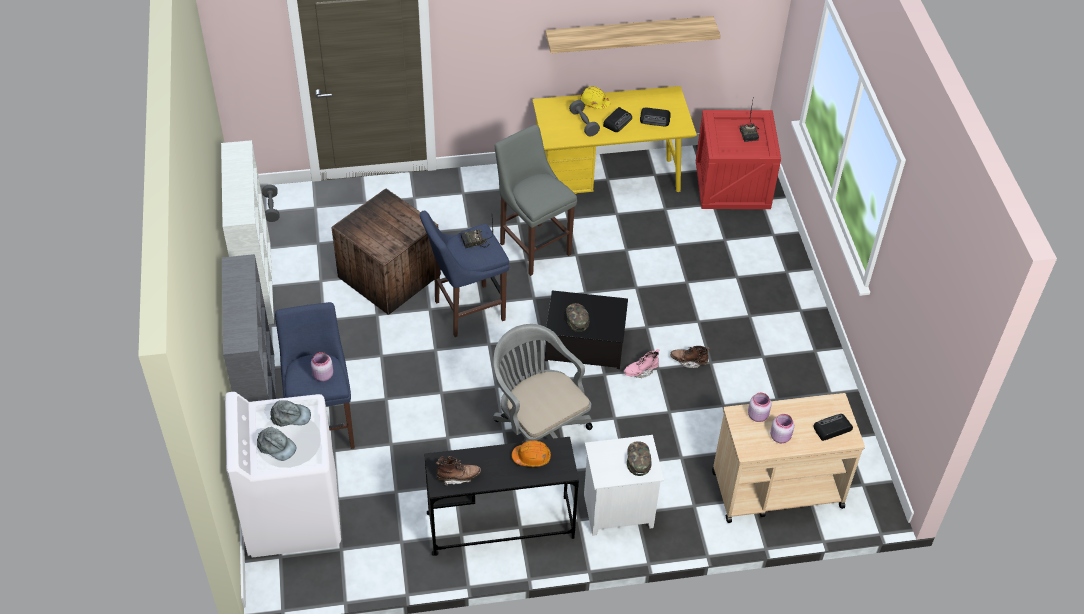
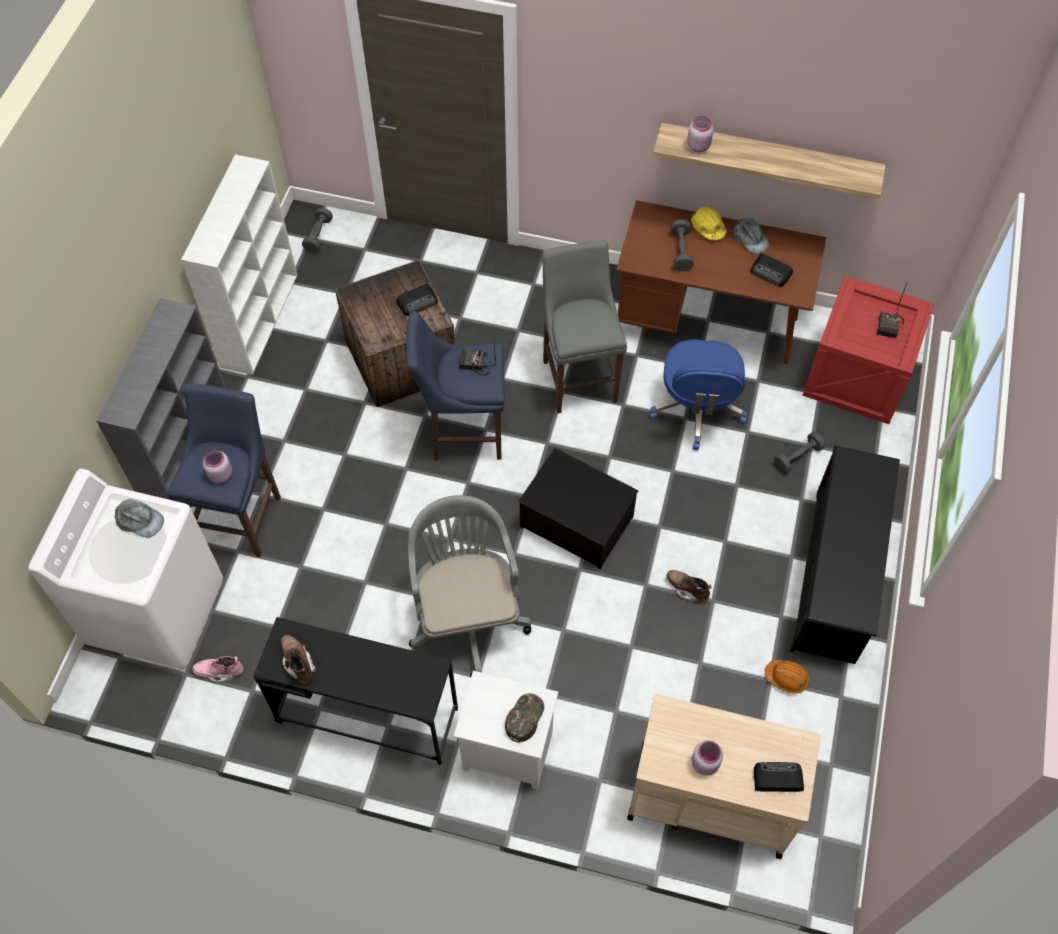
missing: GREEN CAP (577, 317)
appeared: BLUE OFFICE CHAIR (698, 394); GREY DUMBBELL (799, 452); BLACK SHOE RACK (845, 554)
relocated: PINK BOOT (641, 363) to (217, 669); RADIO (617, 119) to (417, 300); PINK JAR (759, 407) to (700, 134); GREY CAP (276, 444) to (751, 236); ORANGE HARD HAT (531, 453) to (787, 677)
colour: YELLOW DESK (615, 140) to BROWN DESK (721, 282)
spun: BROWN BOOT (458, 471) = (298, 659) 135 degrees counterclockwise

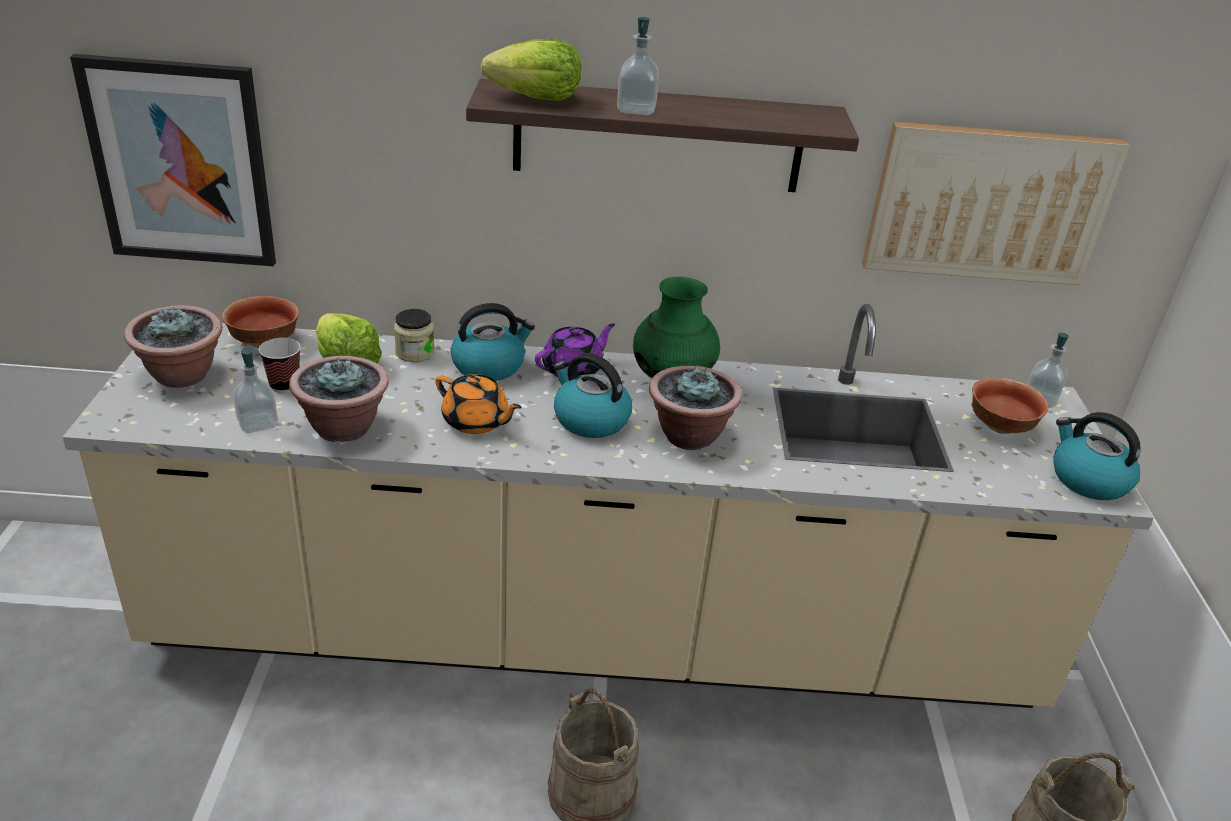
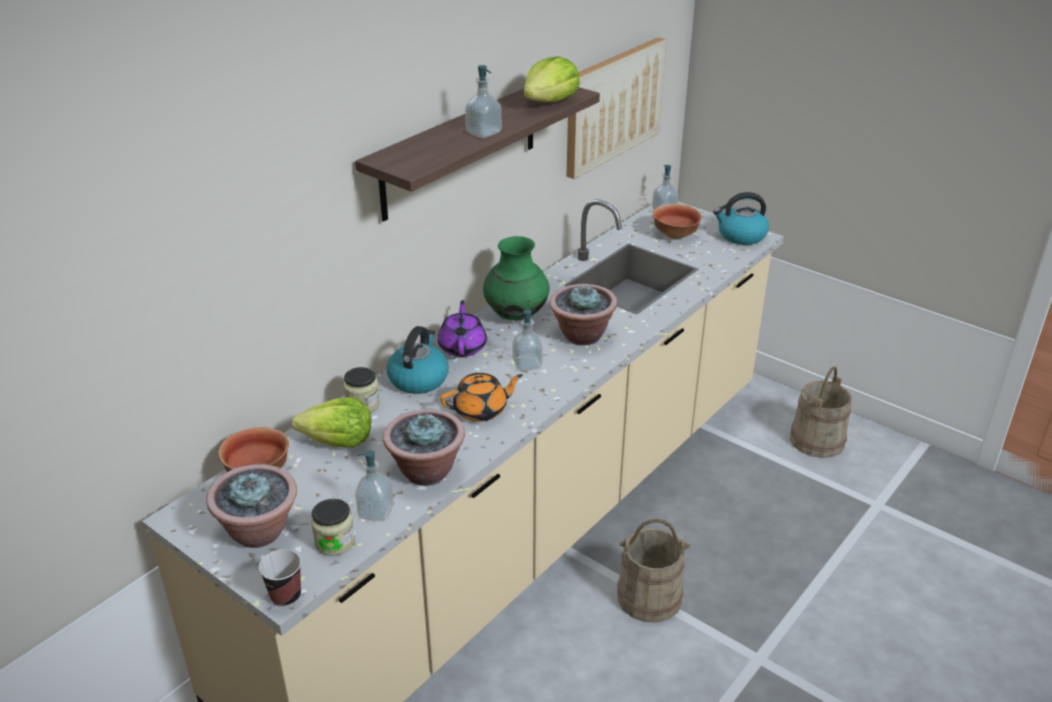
missing: PICTURE (173, 160)
appeared: JAR (333, 527)
relocated: CUP (280, 365) to (280, 578); LETTUCE (531, 70) to (552, 79)
exchanged: KETTLE (592, 395) to SOAP DISPENSER (527, 340)

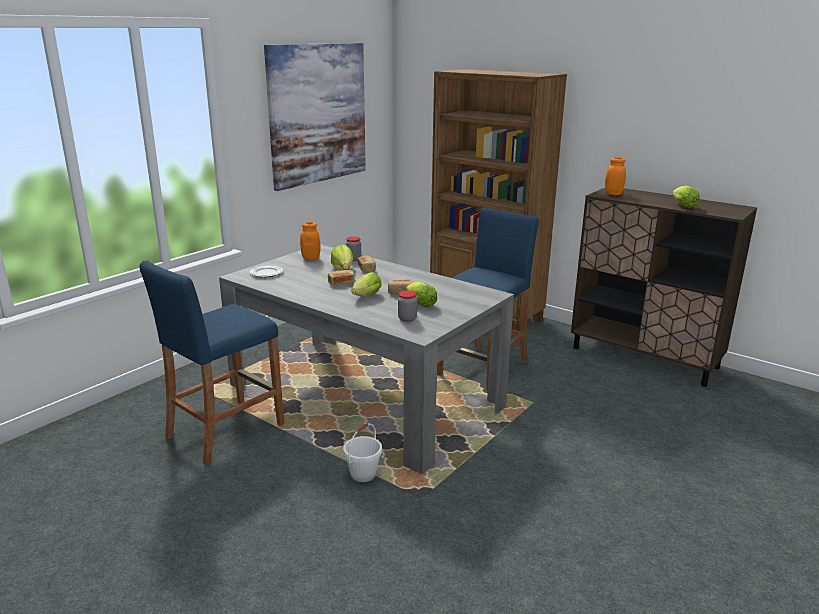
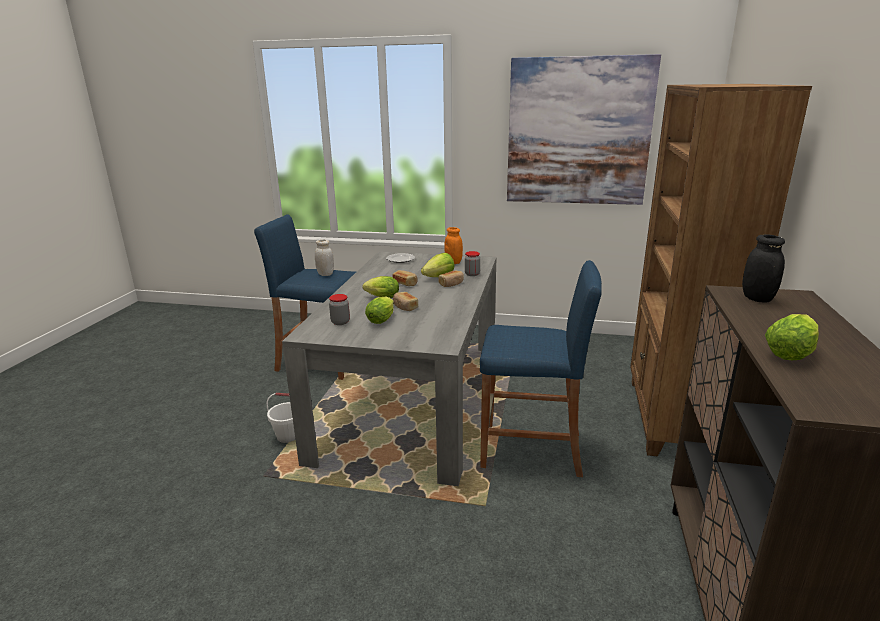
appeared: WHITE JAR (324, 257)
colour: ORANGE JAR (615, 176) to BLACK JAR (763, 268)

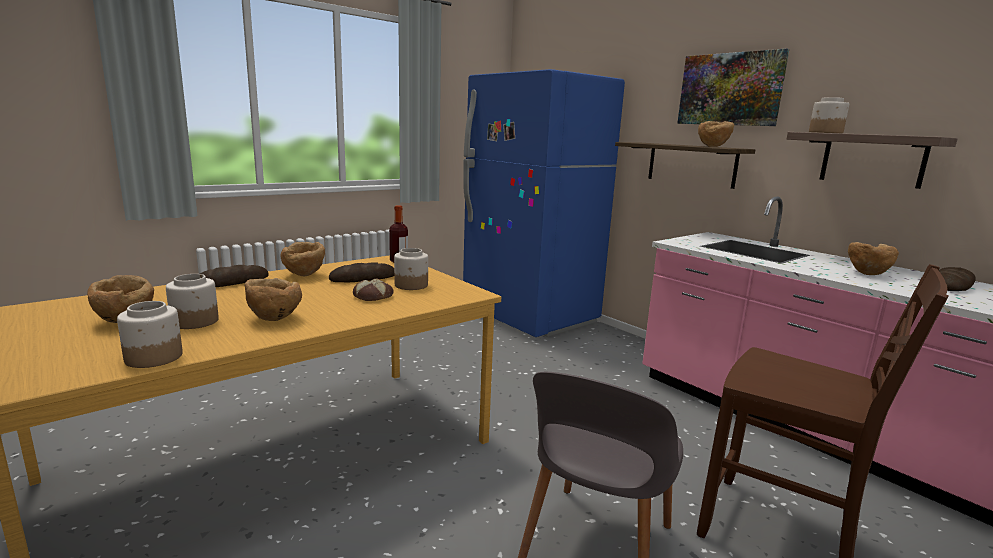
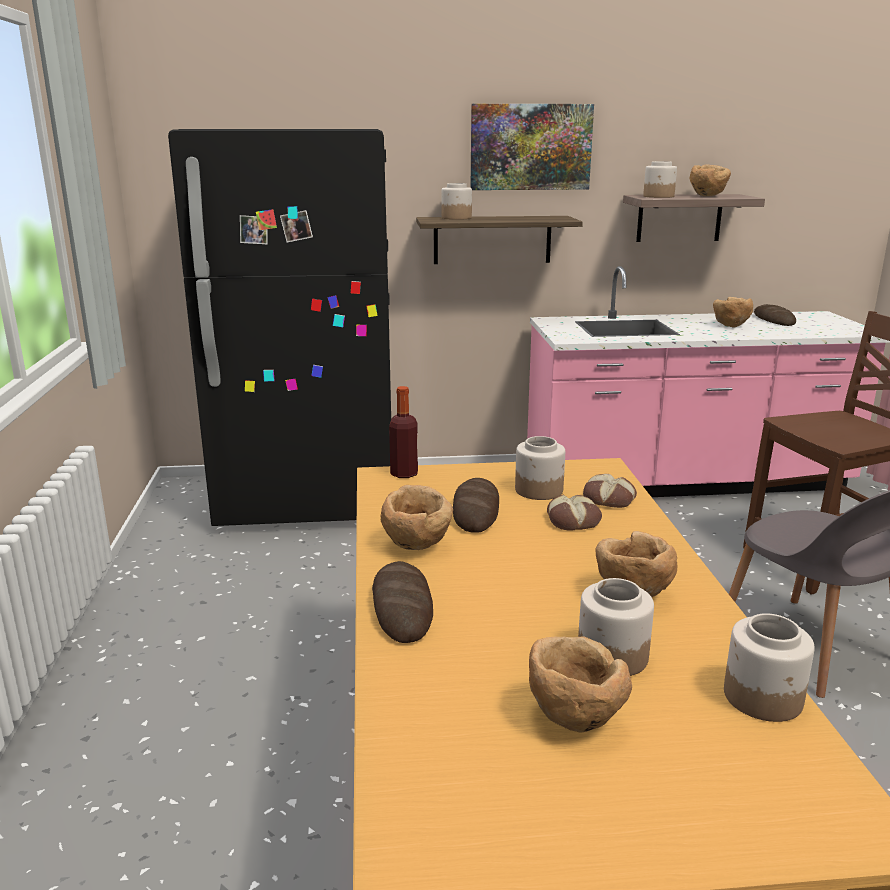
appeared: JAR (457, 201); BREAD (610, 491)
relocated: BROWN BOWL (716, 134) to (710, 180)
colour: BLUE FRIDGE (544, 203) to BLACK FRIDGE (279, 327)

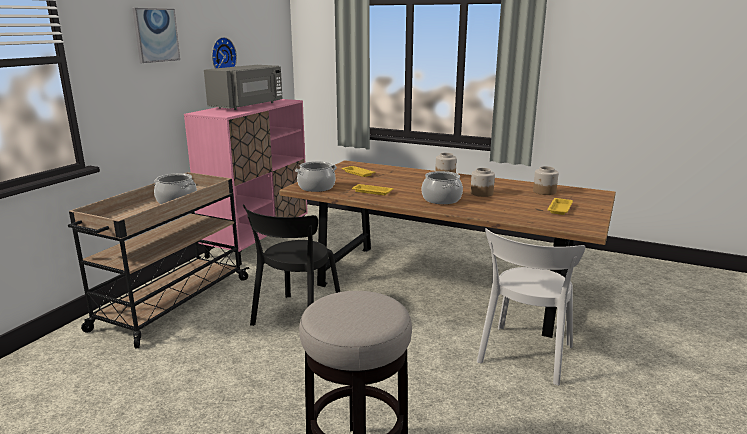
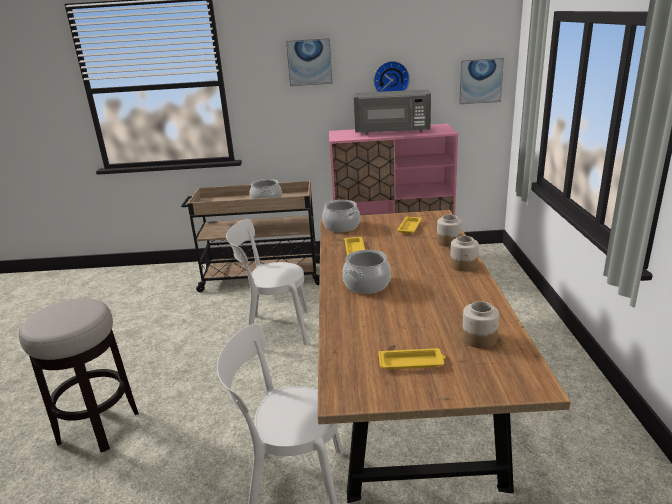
appeared: PICTURE (481, 81)
relocated: JAR (483, 182) to (449, 231)
colour: BLACK CHAIR (291, 265) to WHITE CHAIR (267, 282)

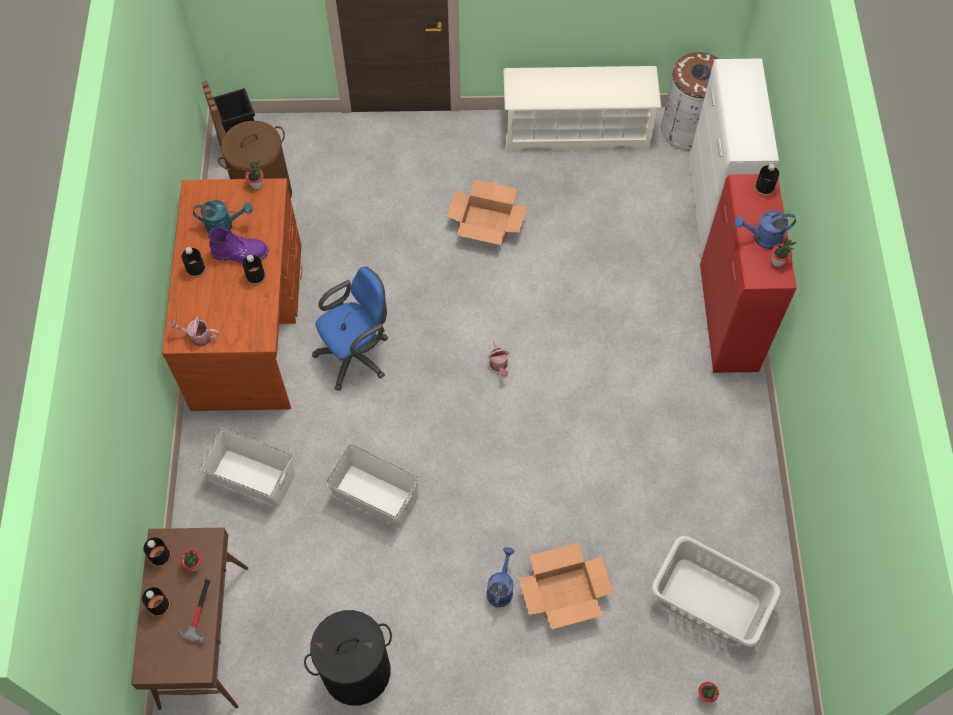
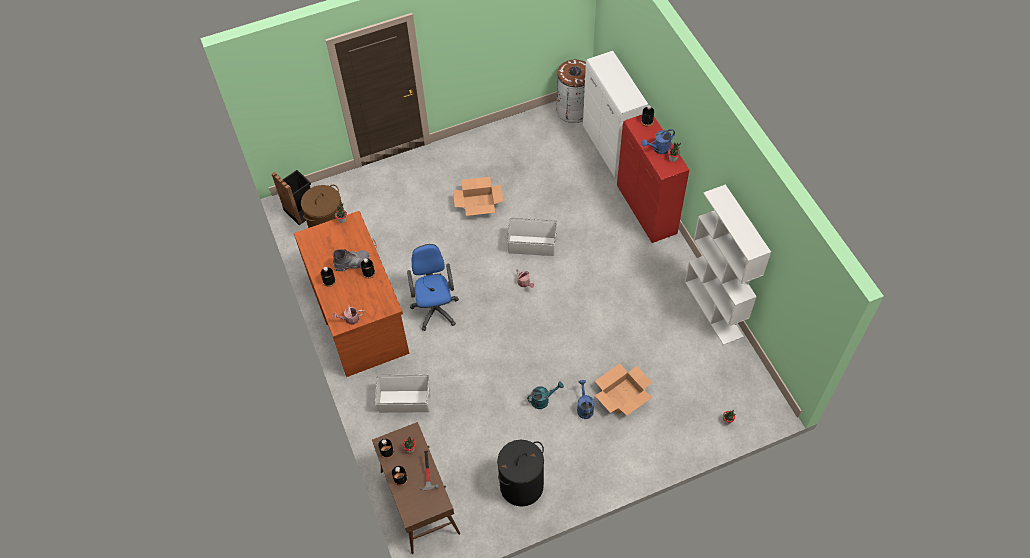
missing: WHITE SHOE RACK (582, 109); GREY LAUNDRY BASKET (716, 591)
appeared: WHITE BOOKCASE (728, 264)
relocated: WHITE STORAGE BOX (372, 485) to (532, 237); TURQUOISE WATERING CAN (222, 216) to (545, 395)
colour: PURPLE BOOT (238, 245) to GREY BOOT (351, 260)
spun: BLUE OFFICE CHAIR (350, 329) = (433, 287) 45 degrees counterclockwise

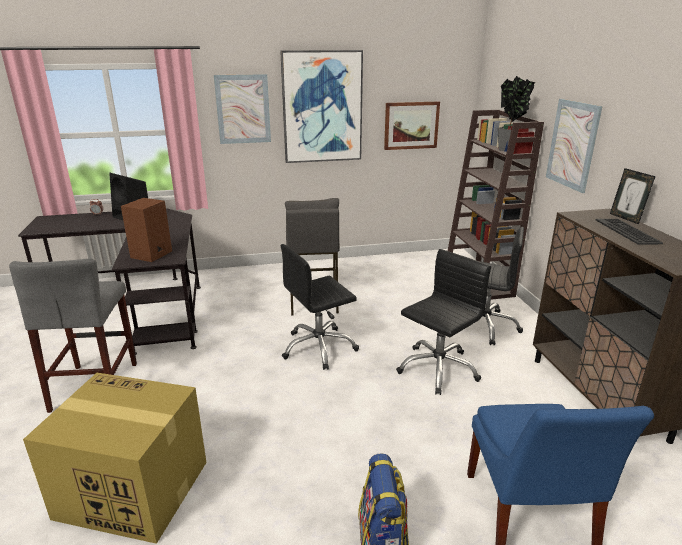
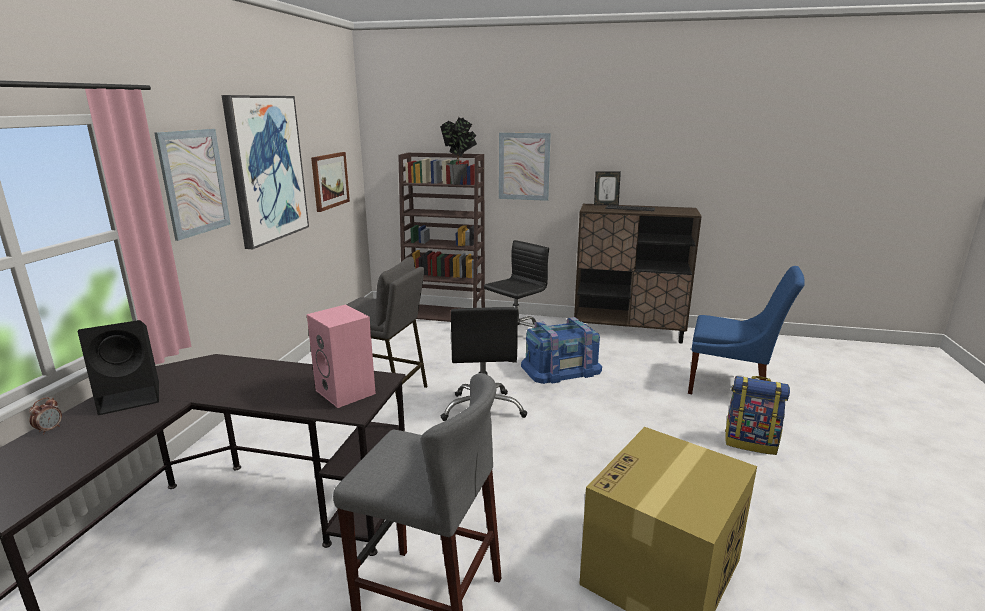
exchanged: BLACK OFFICE CHAIR (443, 322) to BLUE STORAGE BOX (561, 350)
colour: BROWN SPEAKER (146, 230) to PINK SPEAKER (341, 356)

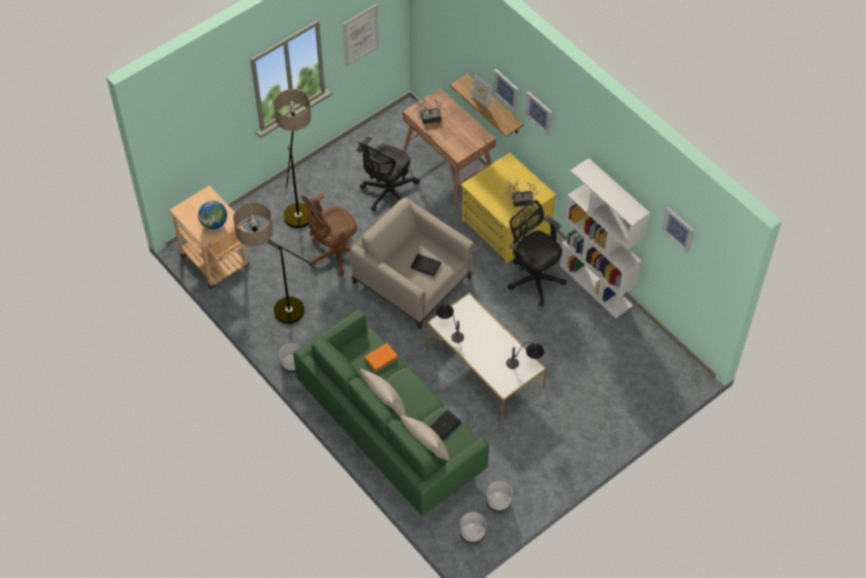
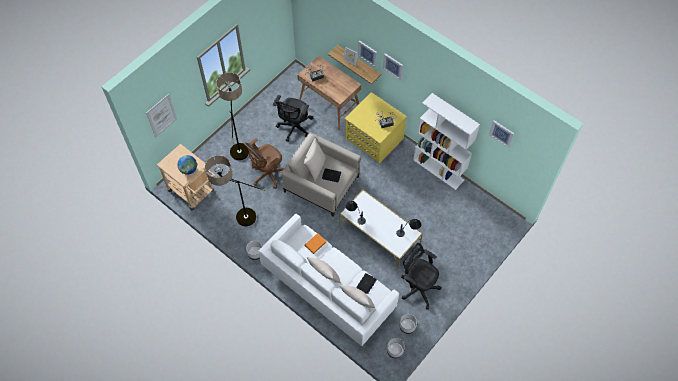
appeared: BEIGE PILLOW (315, 160)
relocated: PICTURE (361, 35) to (161, 116); BLACK OFFICE CHAIR (537, 253) to (421, 276)
colour: GREEN SOFA (391, 412) to WHITE SOFA (328, 280)

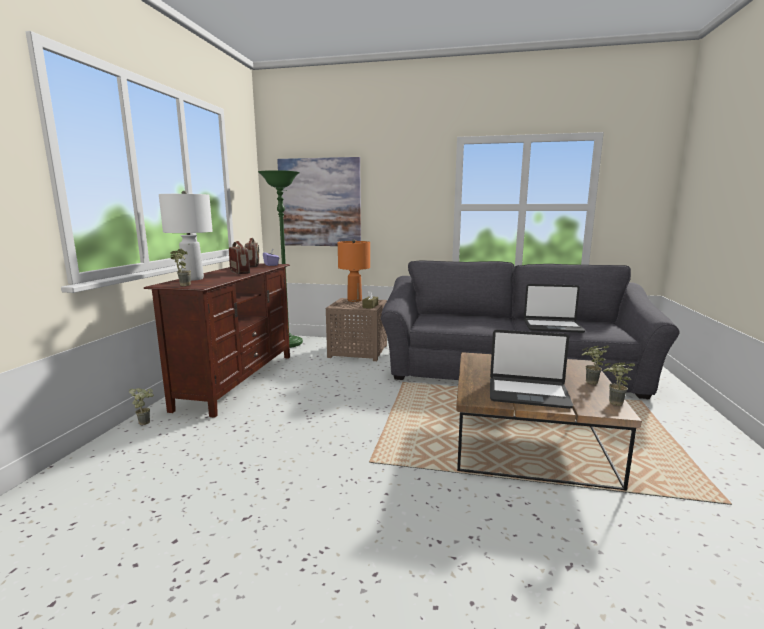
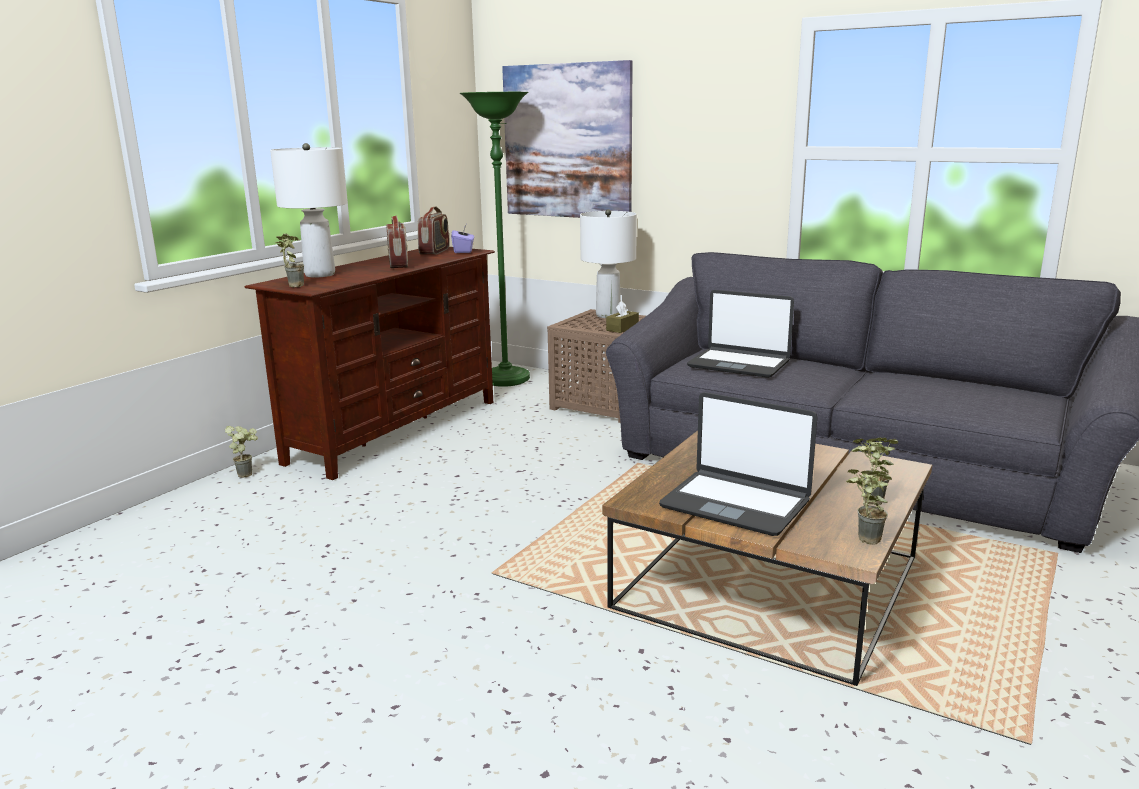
relocated: LAPTOP (555, 308) to (740, 334)
colour: ORANGE TABLE LAMP (354, 270) to WHITE TABLE LAMP (608, 263)

